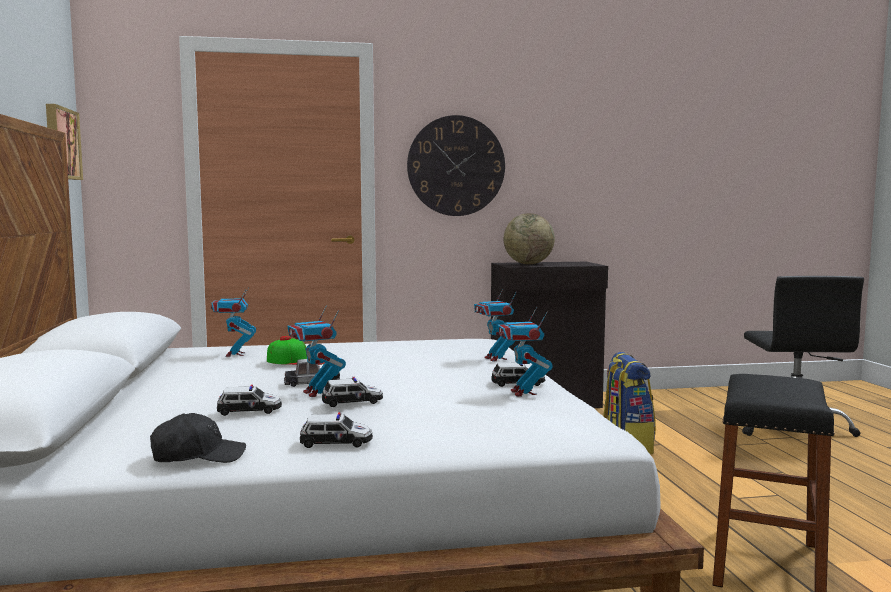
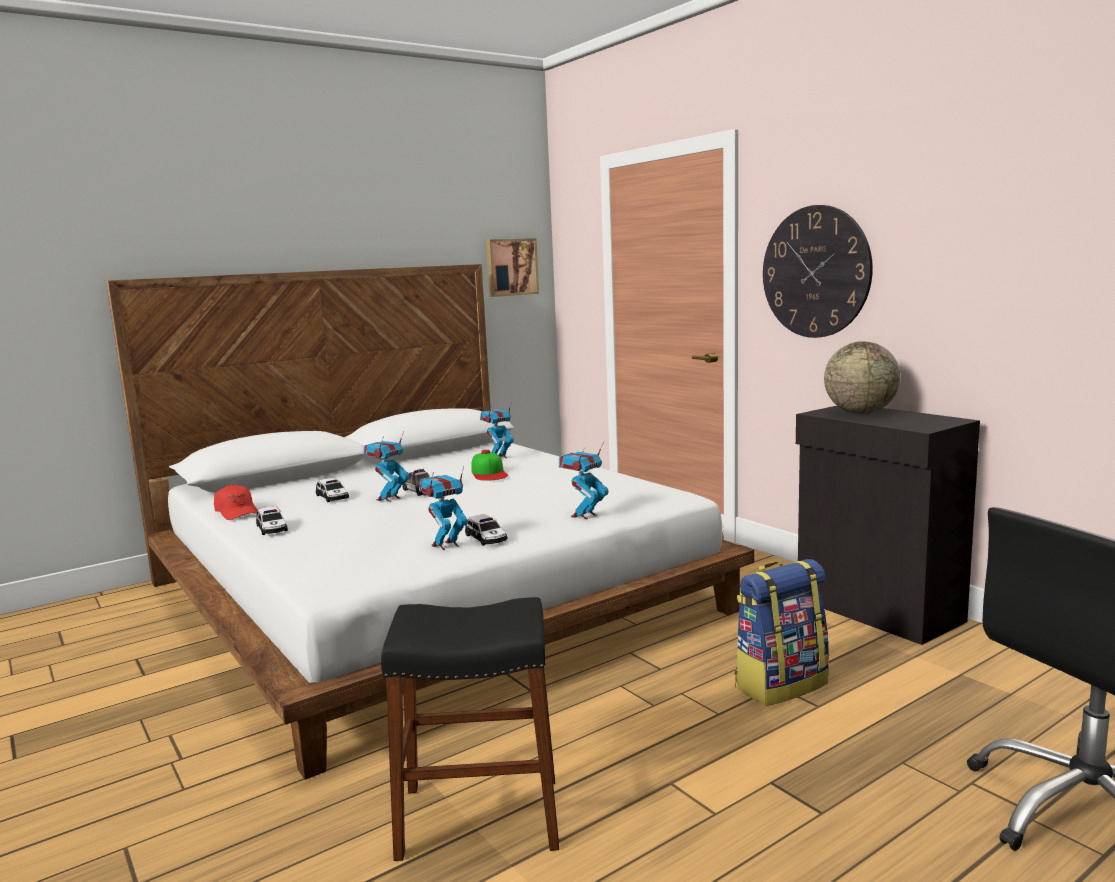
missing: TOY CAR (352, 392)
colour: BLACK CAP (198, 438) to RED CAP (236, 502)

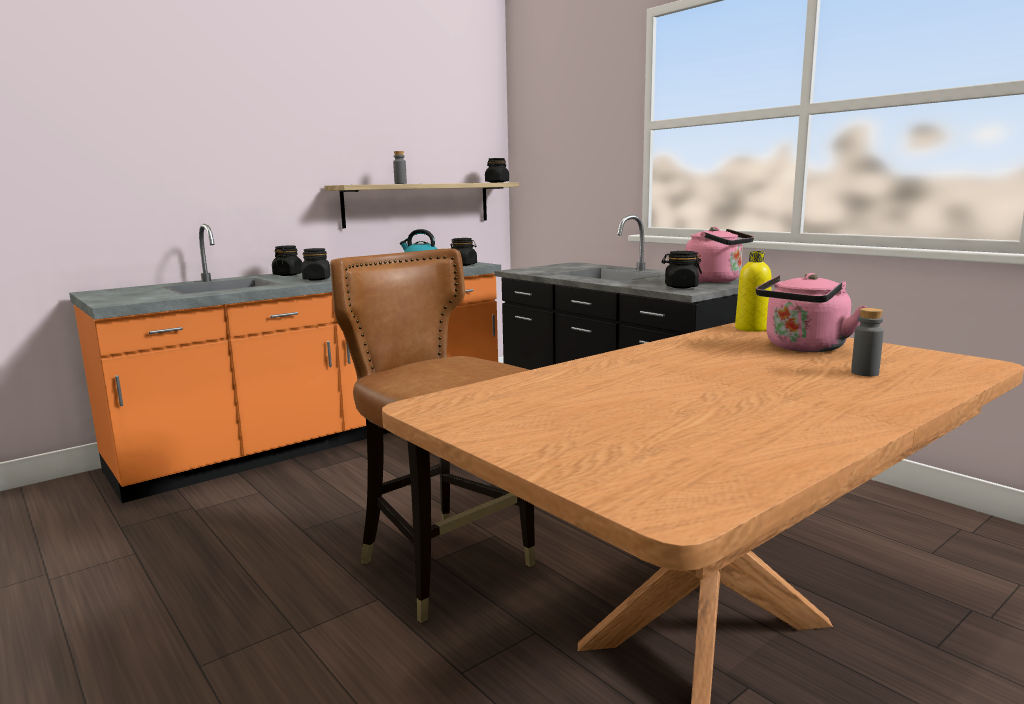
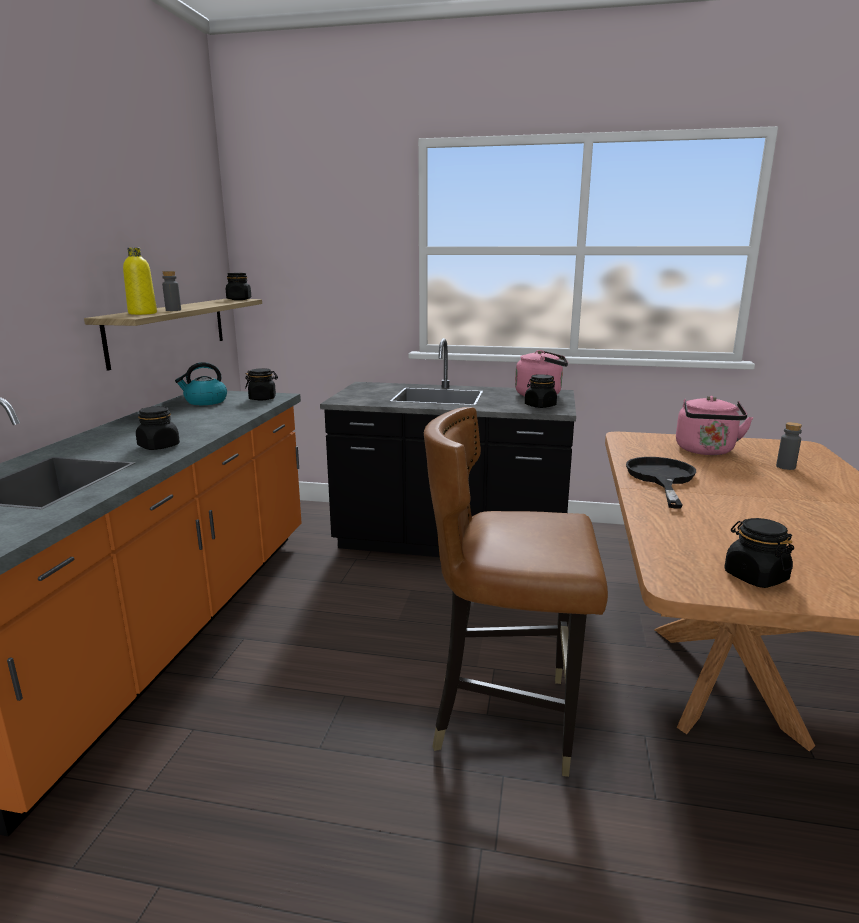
appeared: BLACK FRYING PAN (661, 483)
relocated: YELLOW BOTTLE (753, 291) to (140, 281); BLACK JAR (287, 260) to (759, 553)

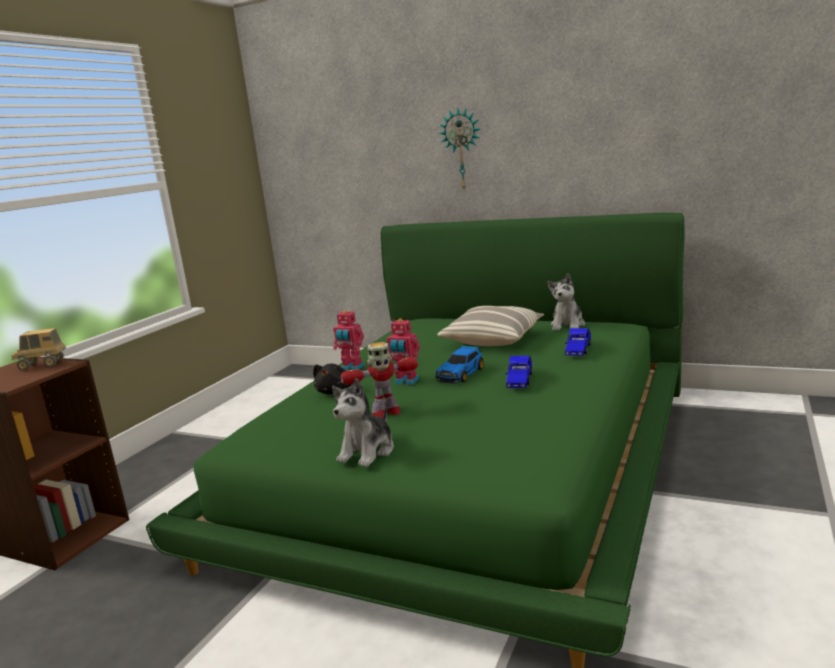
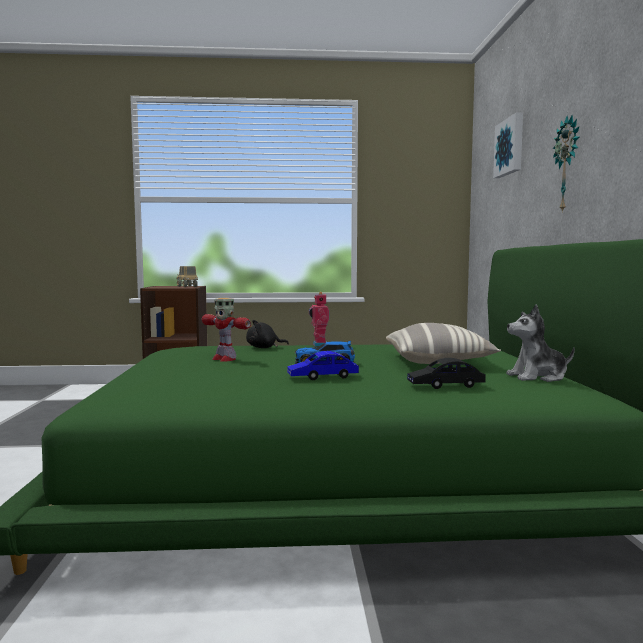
missing: PLUSH TOY (363, 422); TOY ROBOT (403, 351)
appeared: PICTURE (508, 145)
colour: BLUE TOY CAR (578, 342) to BLACK TOY CAR (446, 373)

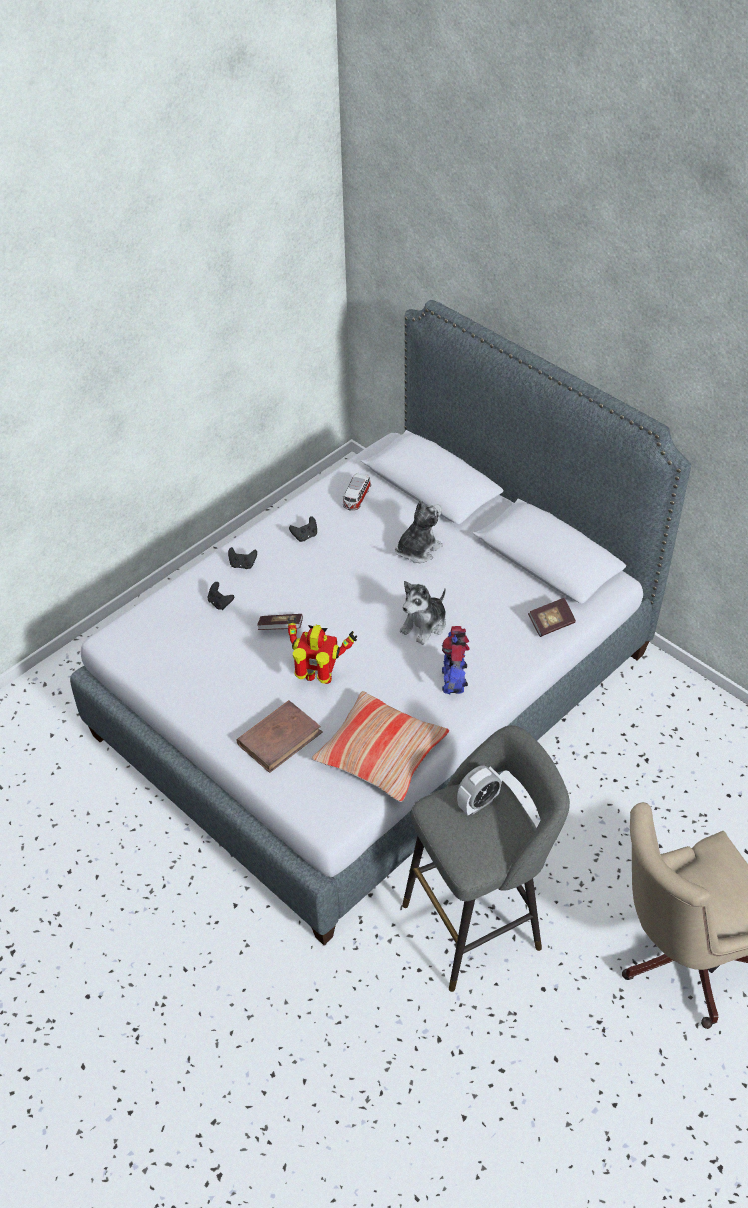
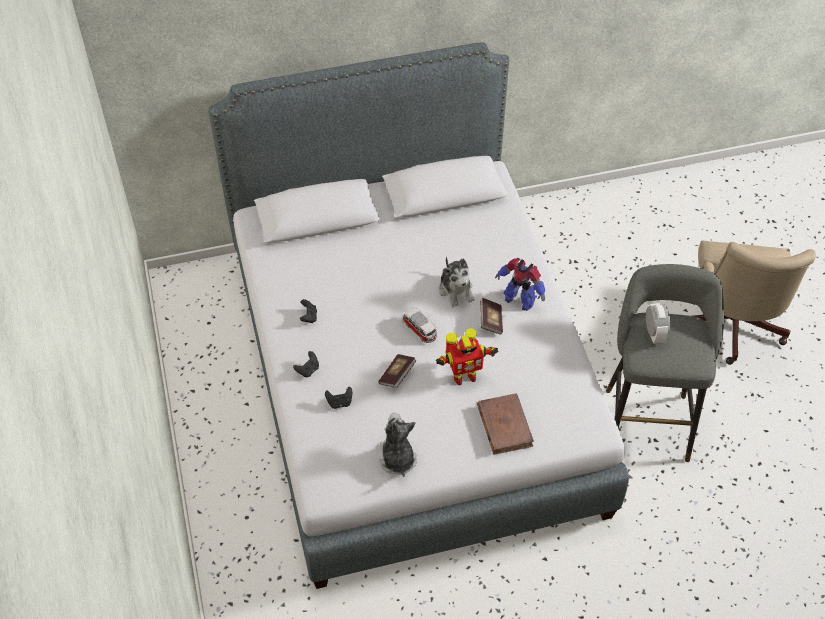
missing: PILLOW (380, 746)
relocated: PLUSH TOY (419, 531) to (398, 445); TOY CAR (357, 492) to (420, 325); BOOK (552, 617) to (491, 316)
spun: TOY ROBOT (323, 650) = (467, 356) 150 degrees counterclockwise

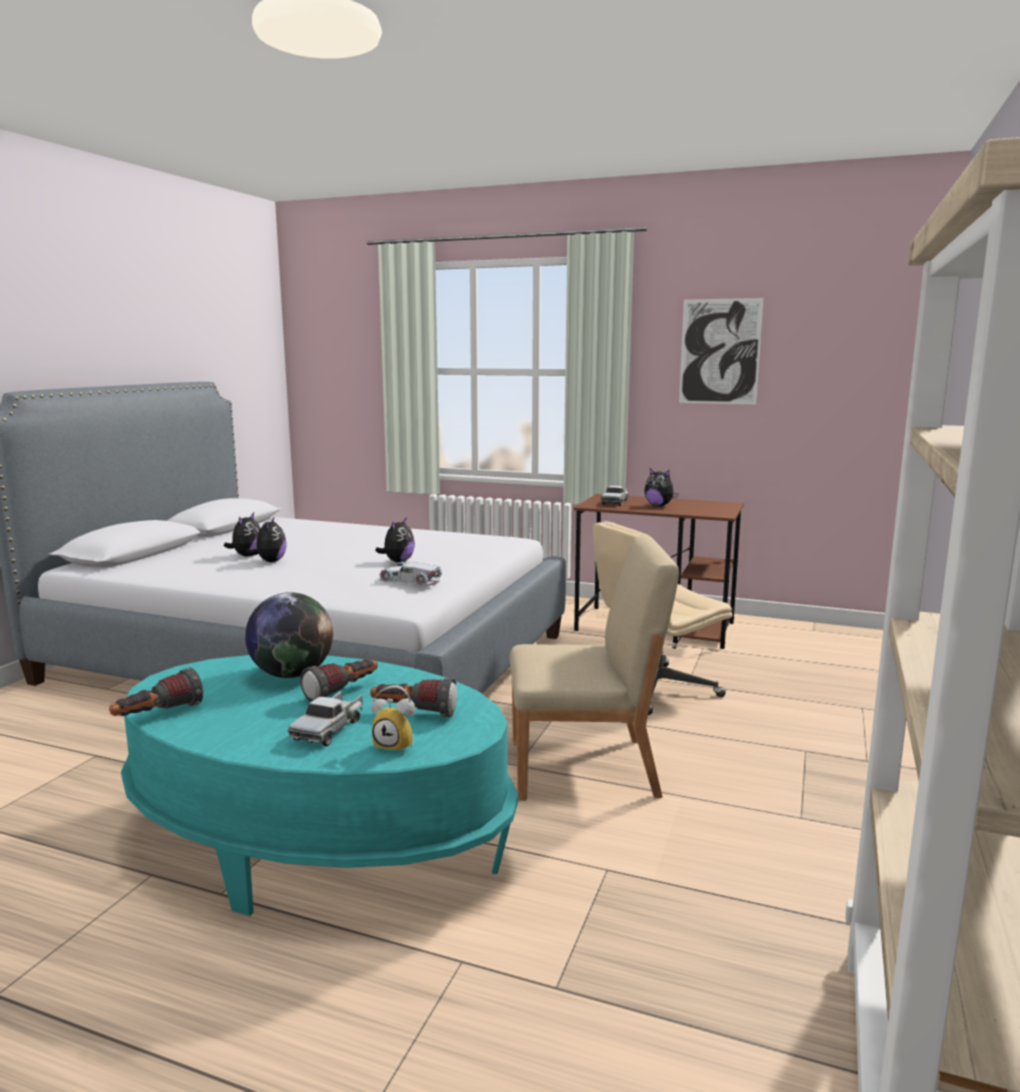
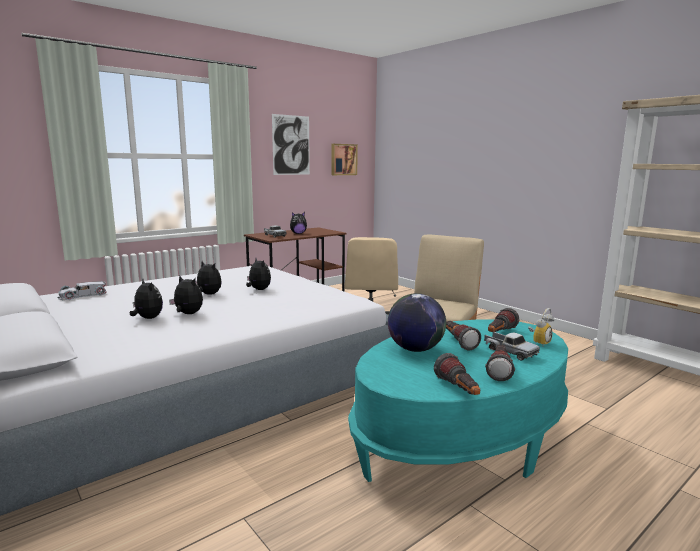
appeared: PLUSH TOY (208, 278); PICTURE (344, 159); FLASHLIGHT (500, 363)
relocated: WHITE TOY CAR (411, 574) to (82, 290)

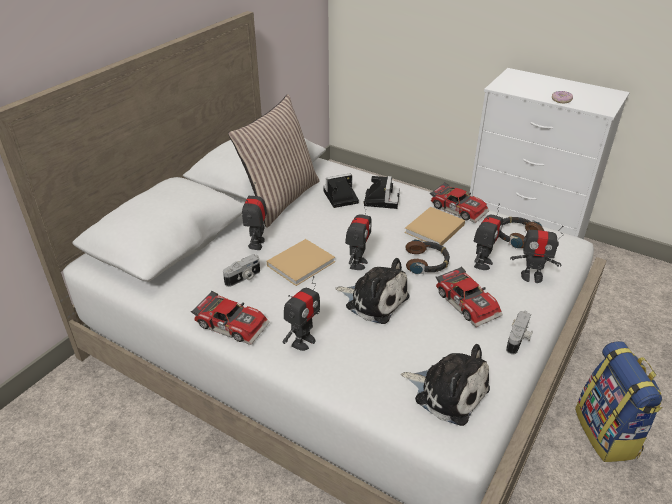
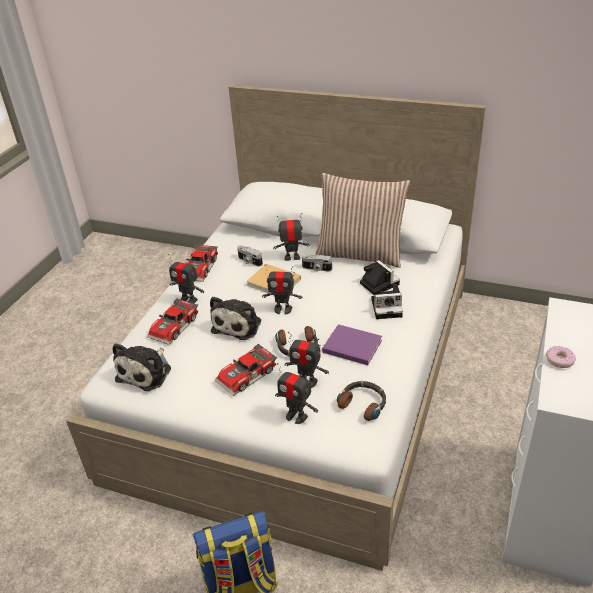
relocated: TOY CAR (460, 202) to (172, 321); PHOTO CAMERA (519, 333) to (317, 263)
colour: BEIGE BOOK (434, 226) to PURPLE BOOK (352, 344)
spun: TOY ROBOT (537, 251) = (296, 393) 60 degrees counterclockwise

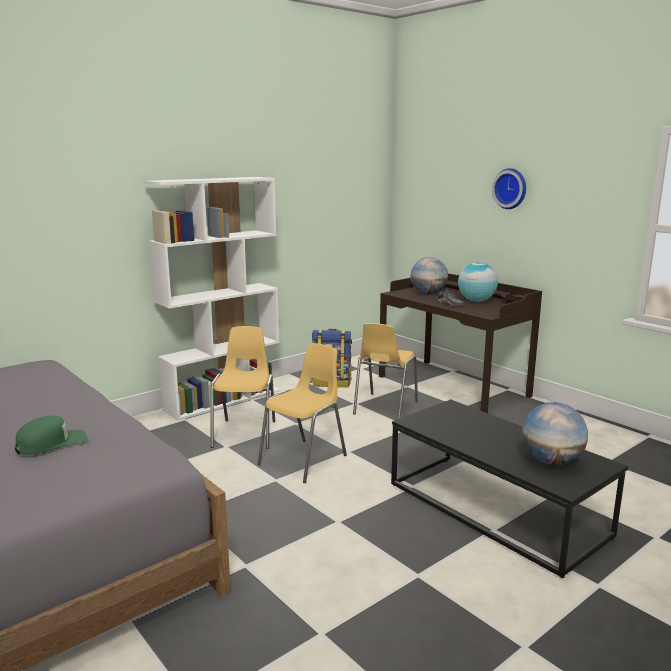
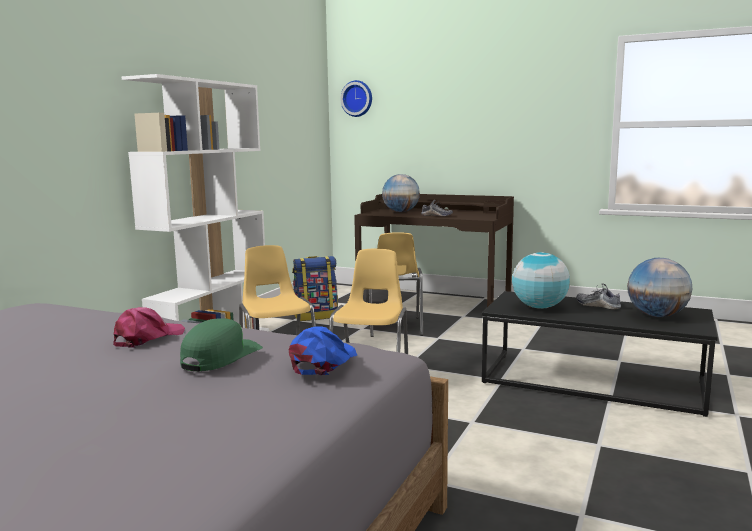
appeared: PINK CAP (149, 327); BLUE CAP (323, 350); SHOE (598, 296)
relocated: WALL CLOCK (509, 188) to (356, 98); GLOBE (478, 282) to (541, 280)

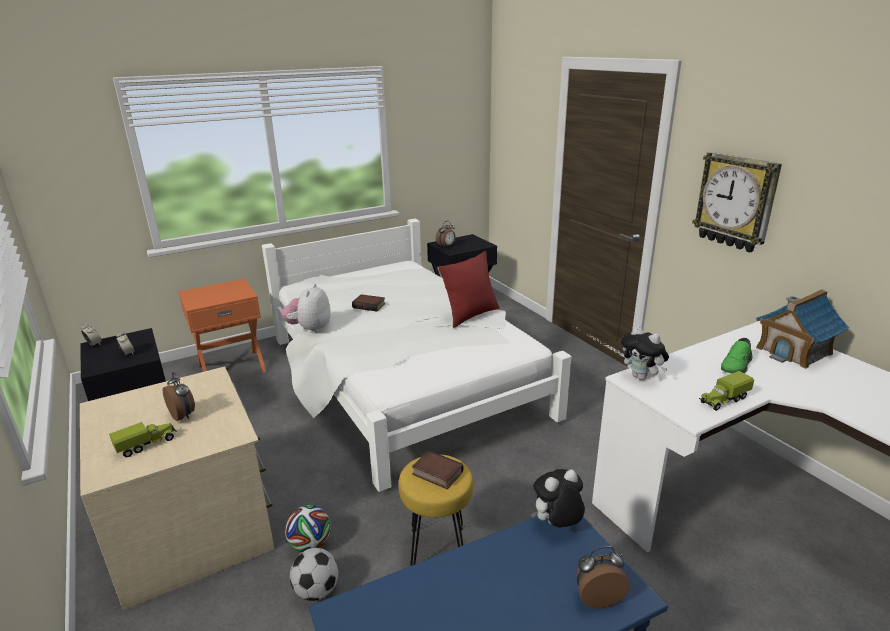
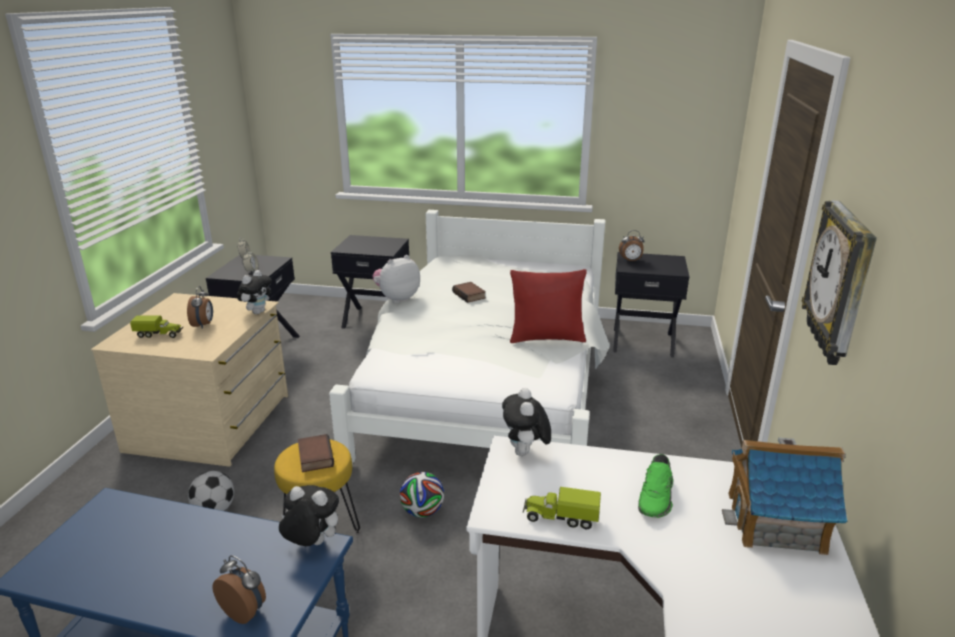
appeared: PLUSH TOY (254, 292)
relocated: FOOTBALL (308, 528) to (422, 495)
colour: ORANGE NIGHTSTAND (222, 326) to BLACK NIGHTSTAND (370, 282)
spun: GREEN SHOE (737, 356) = (655, 486) 60 degrees counterclockwise

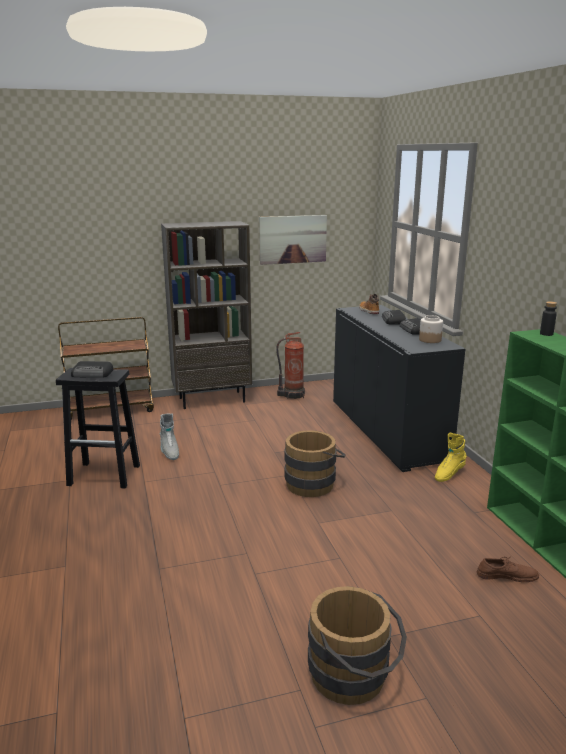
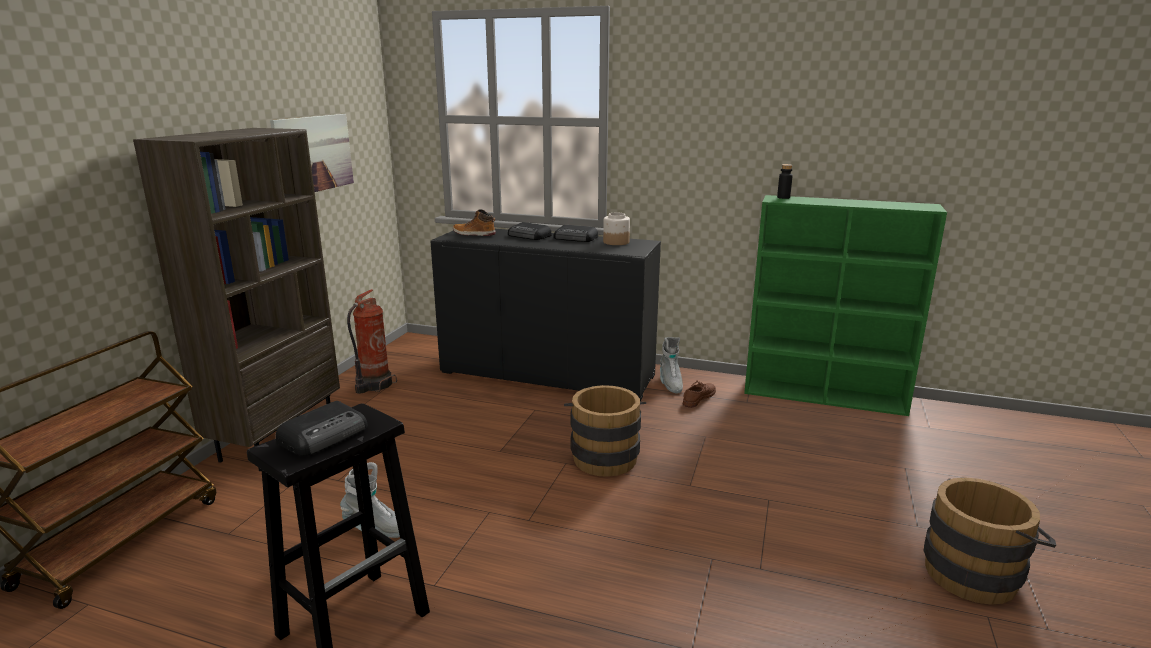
relocated: BROWN SHOE (508, 569) to (699, 394)
colour: YELLOW BOOT (451, 457) to GREY BOOT (671, 365)

